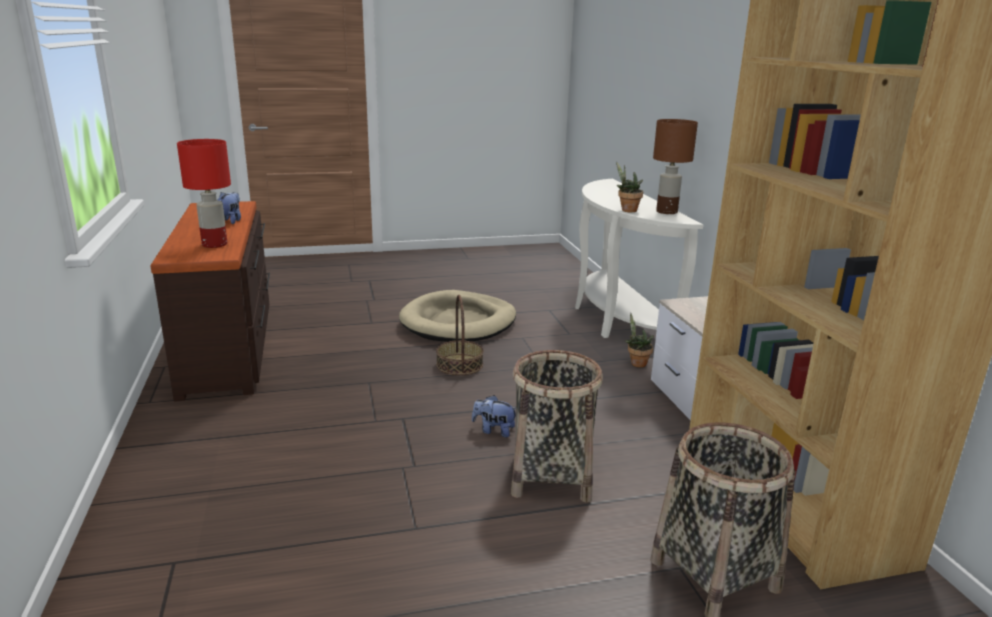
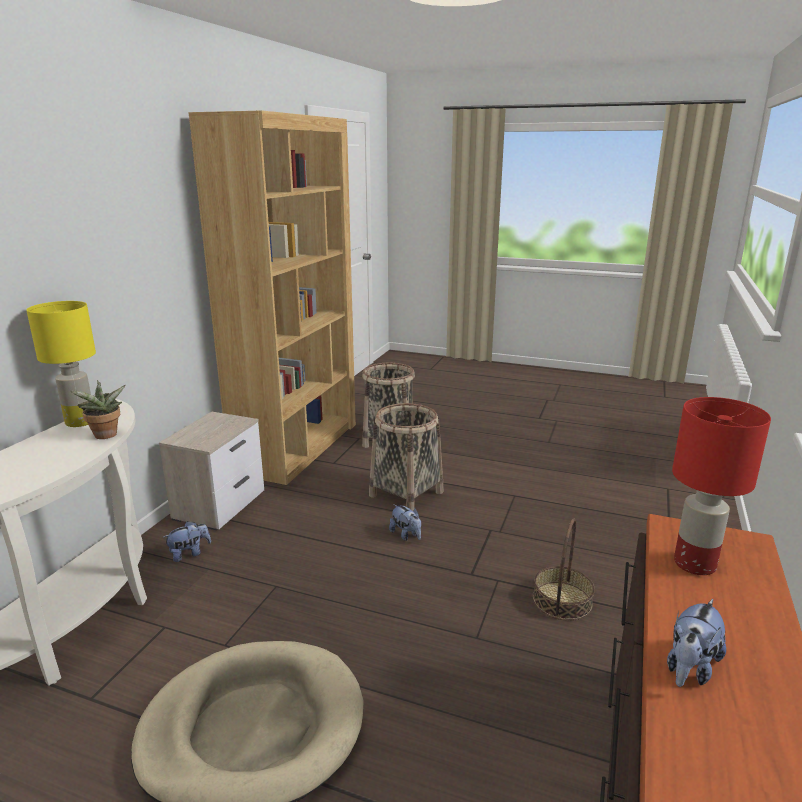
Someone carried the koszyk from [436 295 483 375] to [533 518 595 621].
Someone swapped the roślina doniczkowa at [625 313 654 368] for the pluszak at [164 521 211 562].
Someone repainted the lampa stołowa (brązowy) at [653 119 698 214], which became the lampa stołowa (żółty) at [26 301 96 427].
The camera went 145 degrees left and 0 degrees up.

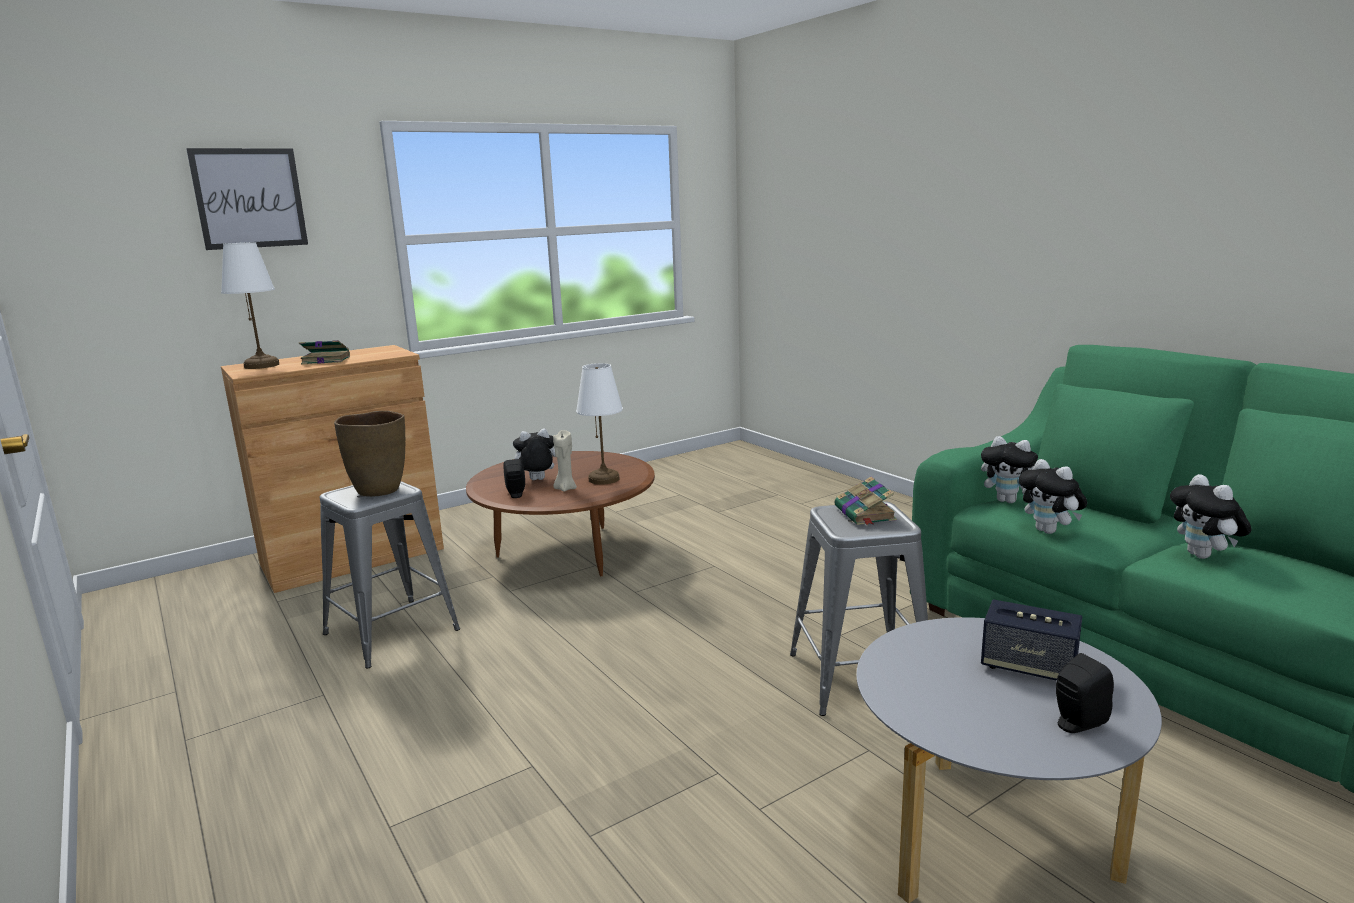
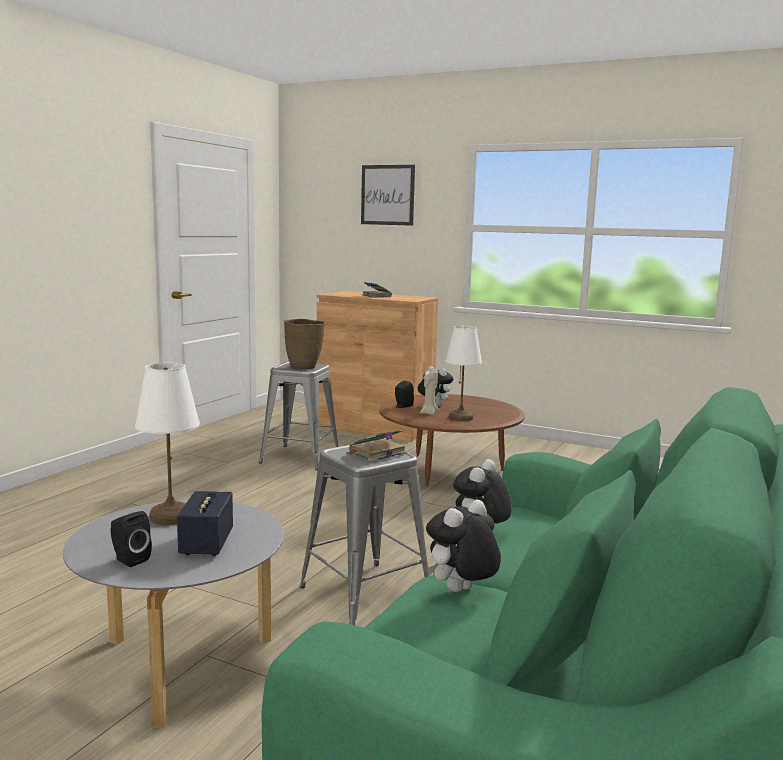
Someone carried the lampa stołowa (biały) from [221 242 279 369] to [135 363 200 525].
Someone took away the pluszak at [981 436 1038 503].
The camera went 60 degrees right and 5 degrees down.

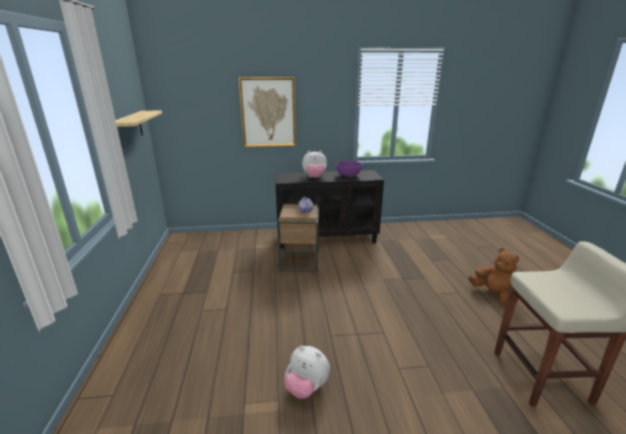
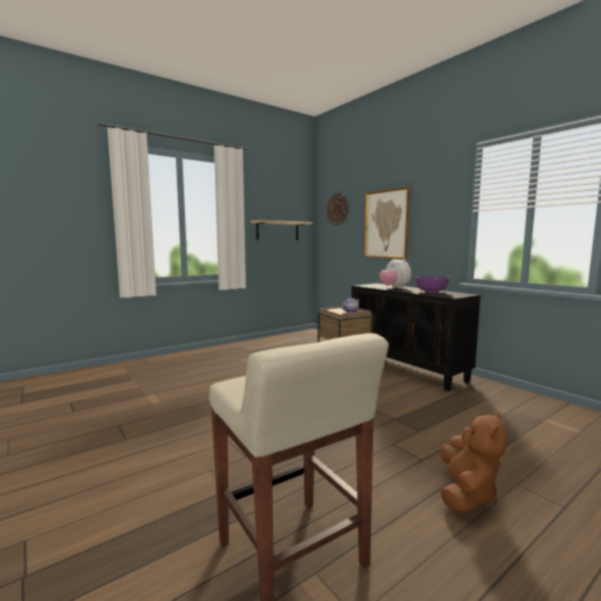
Someone took away the pluszak at [284 346 330 399].
Someone put up the zegar ścienny at [327 193 348 225].
The camera went 60 degrees right and 15 degrees down.

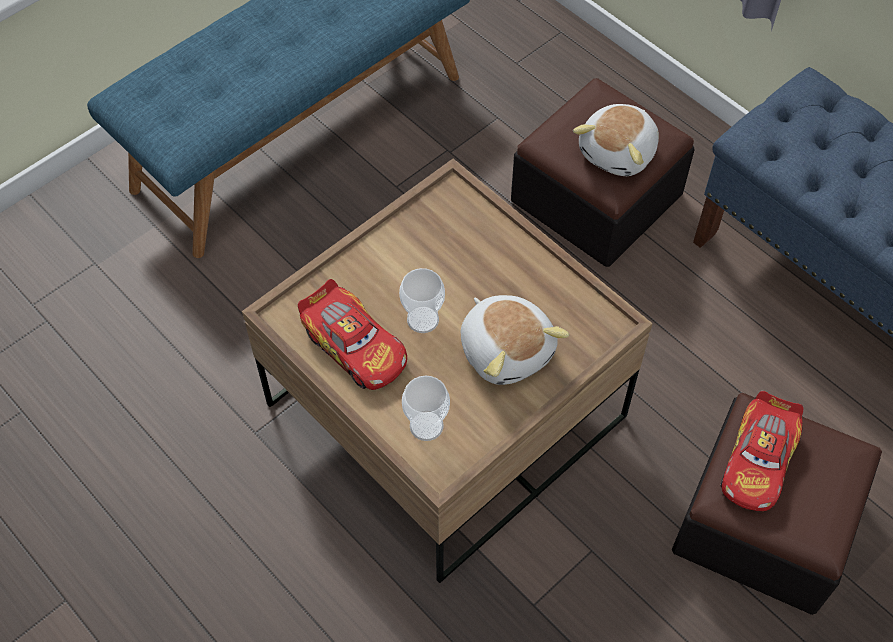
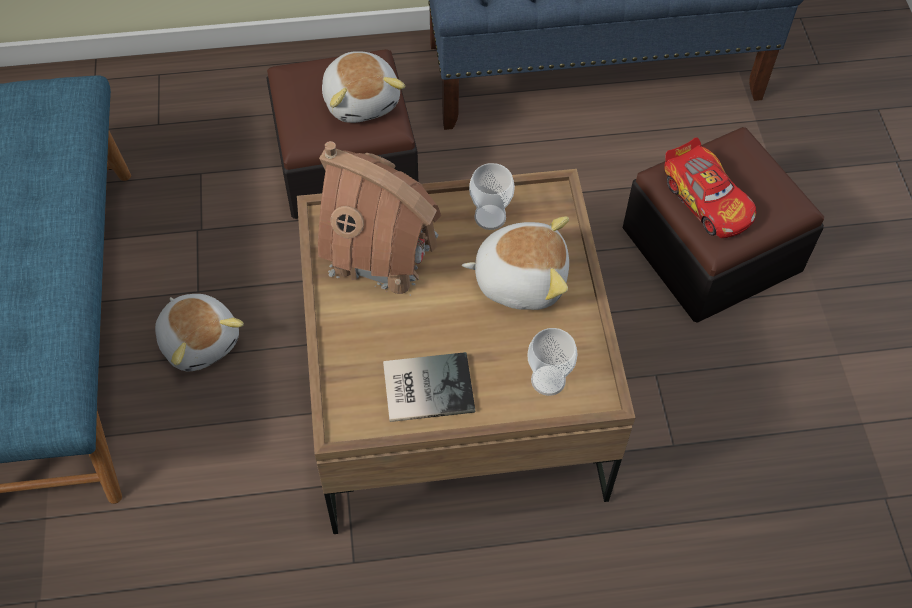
Someone swapped the samochodzik at [298 279 407 390] for the książka at [383 352 475 422].
Someone carried the filiżanka from [399 268 445 333] to [469 163 515 230].
Someone put down the pluszak at [155 294 244 371].
Someone put down the domek at [318 141 441 296].
The camera went 55 degrees left and 0 degrees up.

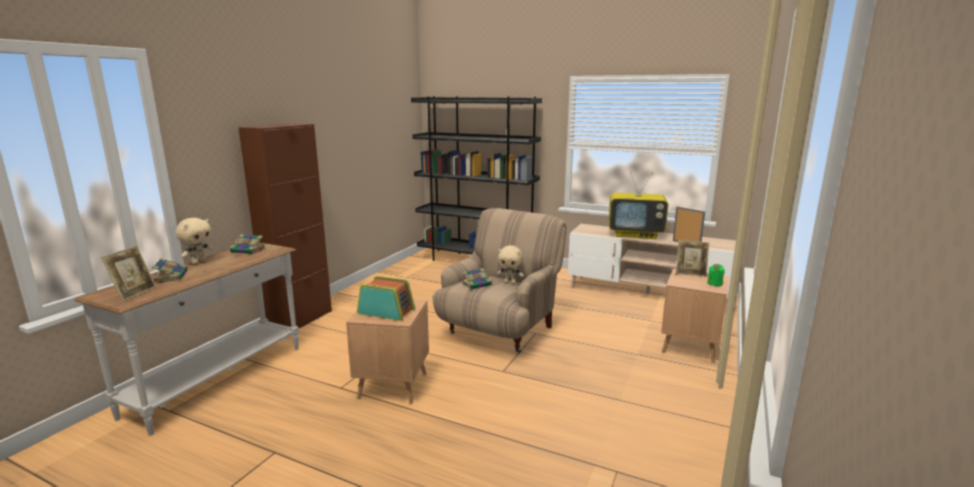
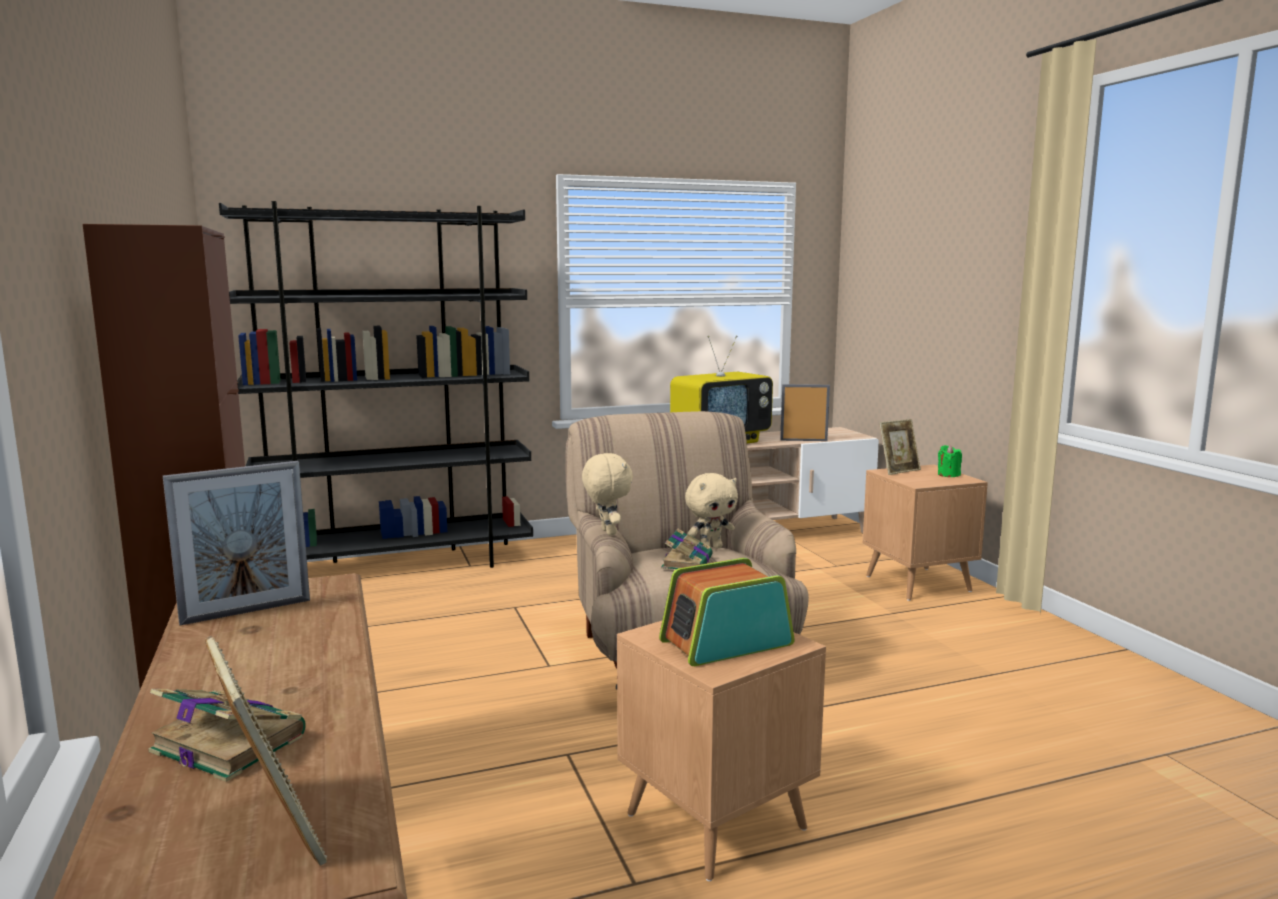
Someone carried the pluszak (beżowy) from [176 218 213 264] to [582 453 633 535].
Someone swapped the książka at [230 234 266 254] for the ramka na zdjęcie at [163 461 310 625].
The camera went 45 degrees left and 5 degrees down.

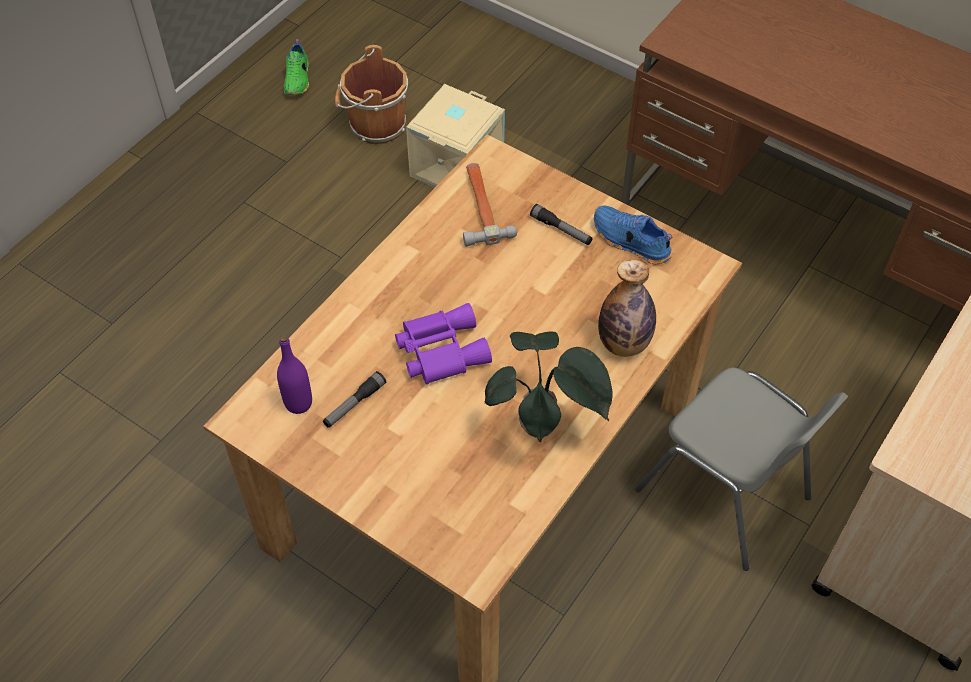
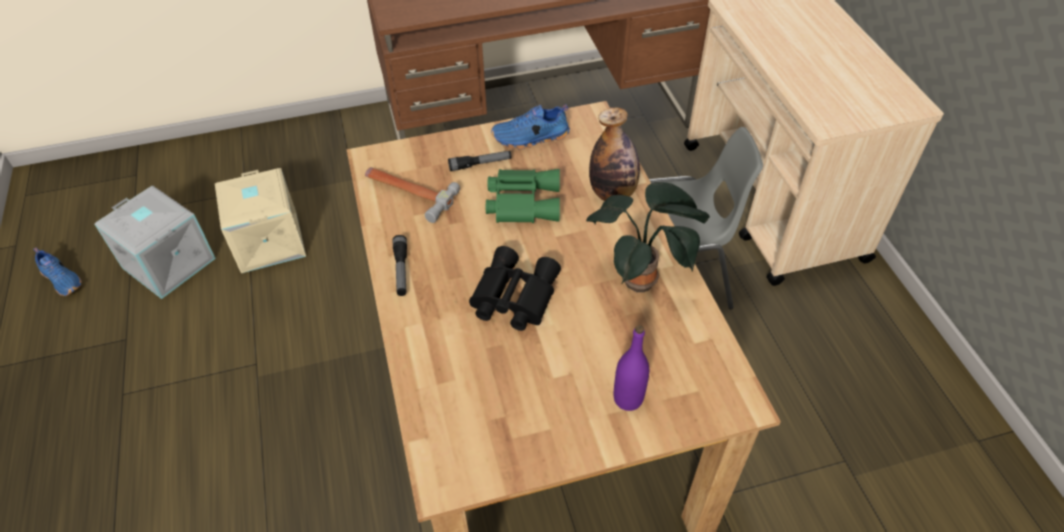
Someone carried the butelka (fioletowy) from [277 335 312 414] to [614 325 649 411].
Someone repainted the but (zielony) at [284 39 309 95], which became the but (niebieski) at [34 247 82 296].
Someone carried the latarka from [323 371 386 428] to [393 235 407 296].
Someone swapped the wiadro (brązowy) at [335 45 408 144] for the pojemnik do przechowywania (szary) at [95 186 216 299].
Someone repainted the lornetka (fioletowy) at [395 303 492 385], which became the lornetka (czarny) at [469 246 561 331].
Someone put down the lornetka (zielony) at [486 169 560 223].
The camera went 50 degrees left and 5 degrees down.

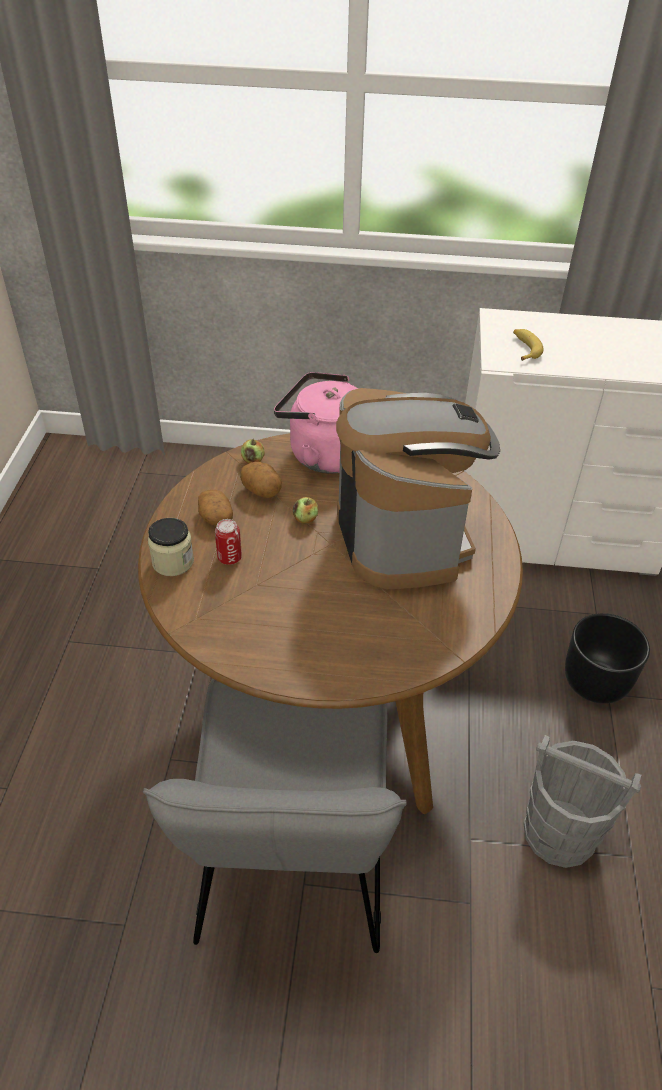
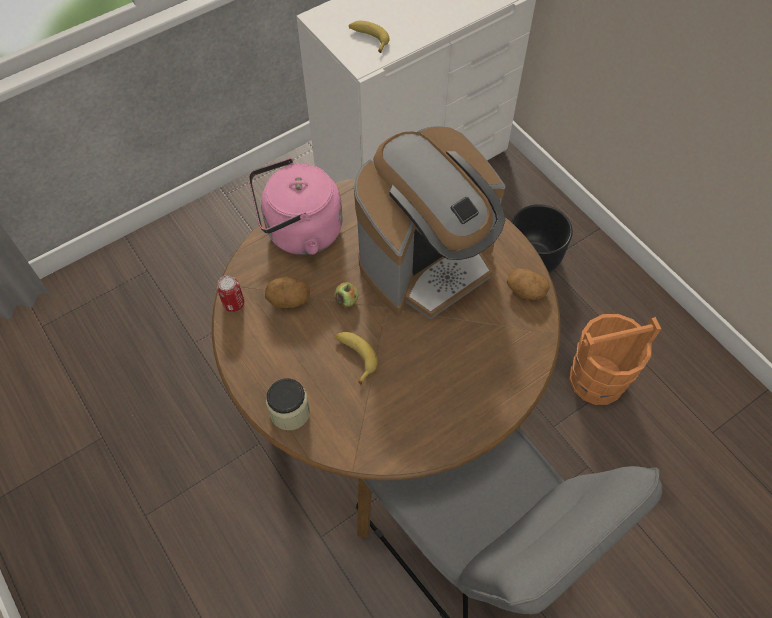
Someone carried the ziemniak from [198 490 233 525] to [507 268 550 300].
Someone carried the puszka from [215 519 242 565] to [217 275 244 312].
Someone took away the jabłko at [241 439 265 464].
Someone rotated the ekspres do kawy at [336 388 500 589] by 105 degrees clockwise.
Someone repainted the wiadro (szary) at [524 735 641 868], which became the wiadro (pomarańczowy) at [569 314 661 405].
Someone put down the banan at [335 332 378 385].
The camera went 40 degrees left and 15 degrees up.

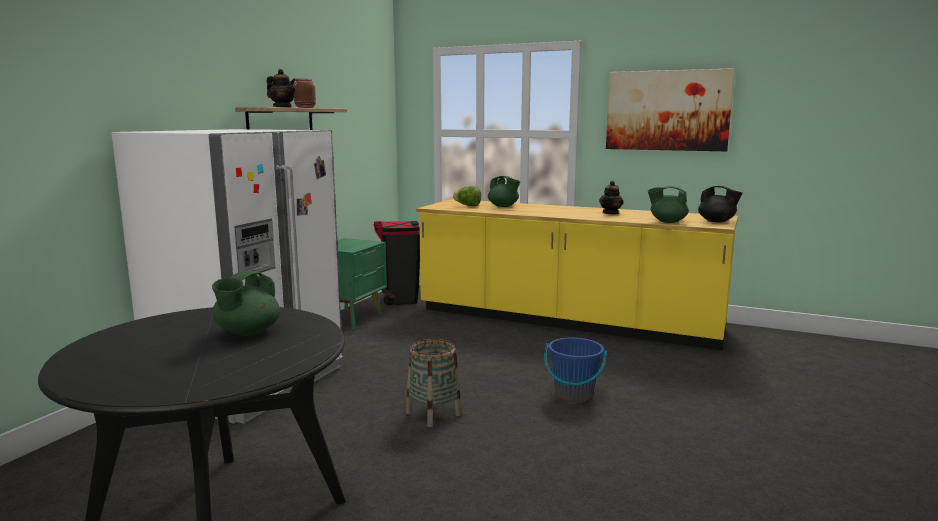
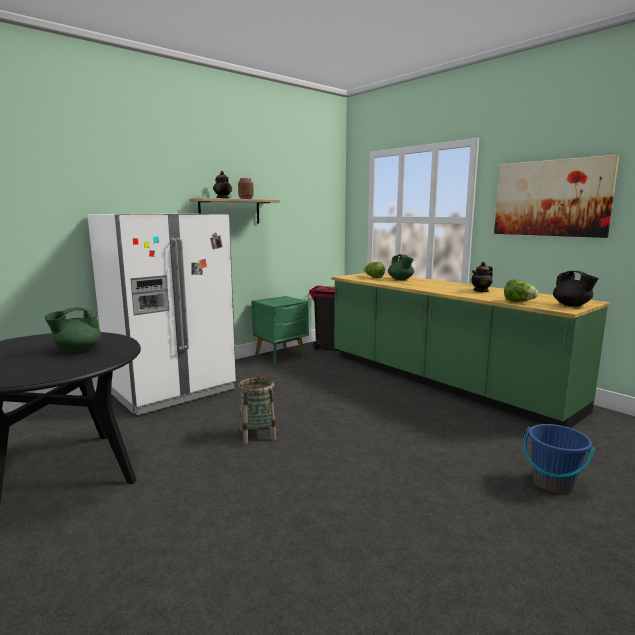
Someone repainted the zabudowa kuchenna (żółty) at [416 199 738 350], which became the zabudowa kuchenna (zielony) at [332 273 610 428].
Someone carried the wiadro (niebieski) from [544 337 607 402] to [523 424 595 494].
Someone swapped the imbryk (zielony) at [648 186 689 223] for the sałata at [504 279 538 302].
The camera went 25 degrees right and 0 degrees up.

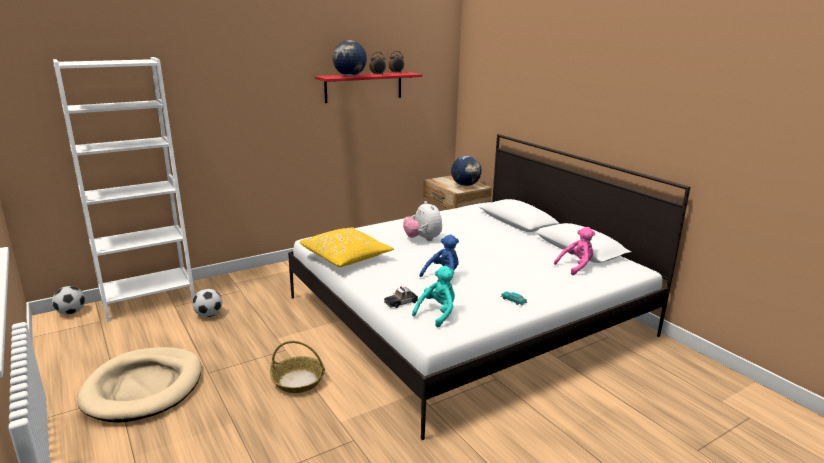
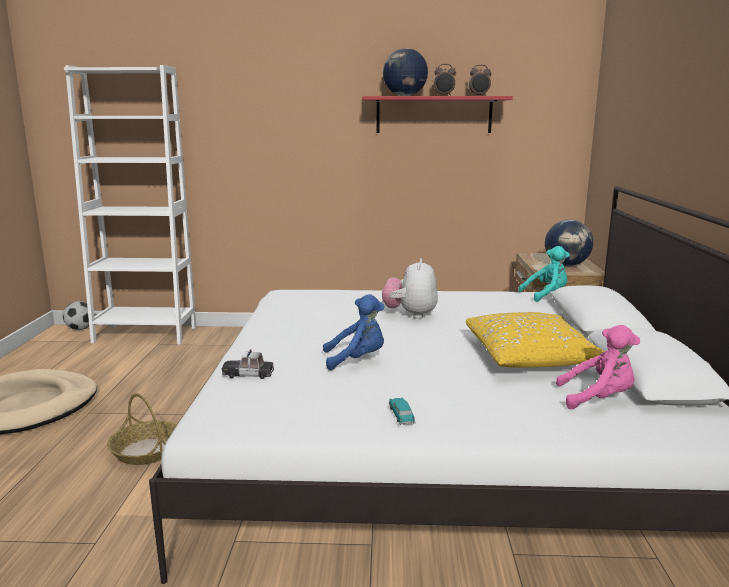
Someone took away the piłka futbolowa at [192 289 222 317].
Someone carried the poduszka (żółty) from [300 227 394 267] to [466 312 605 368].
Someone carried the pluszak (turkusowy) from [412 266 455 327] to [518 246 570 302].
The camera went 35 degrees right and 5 degrees down.

